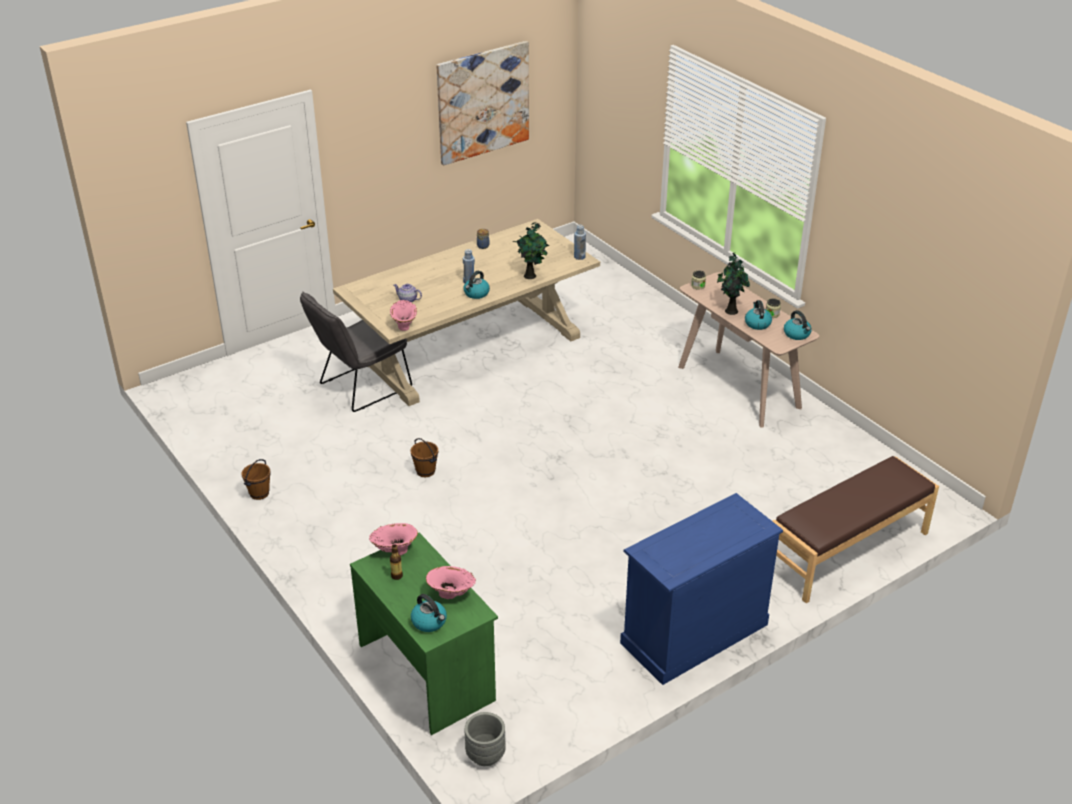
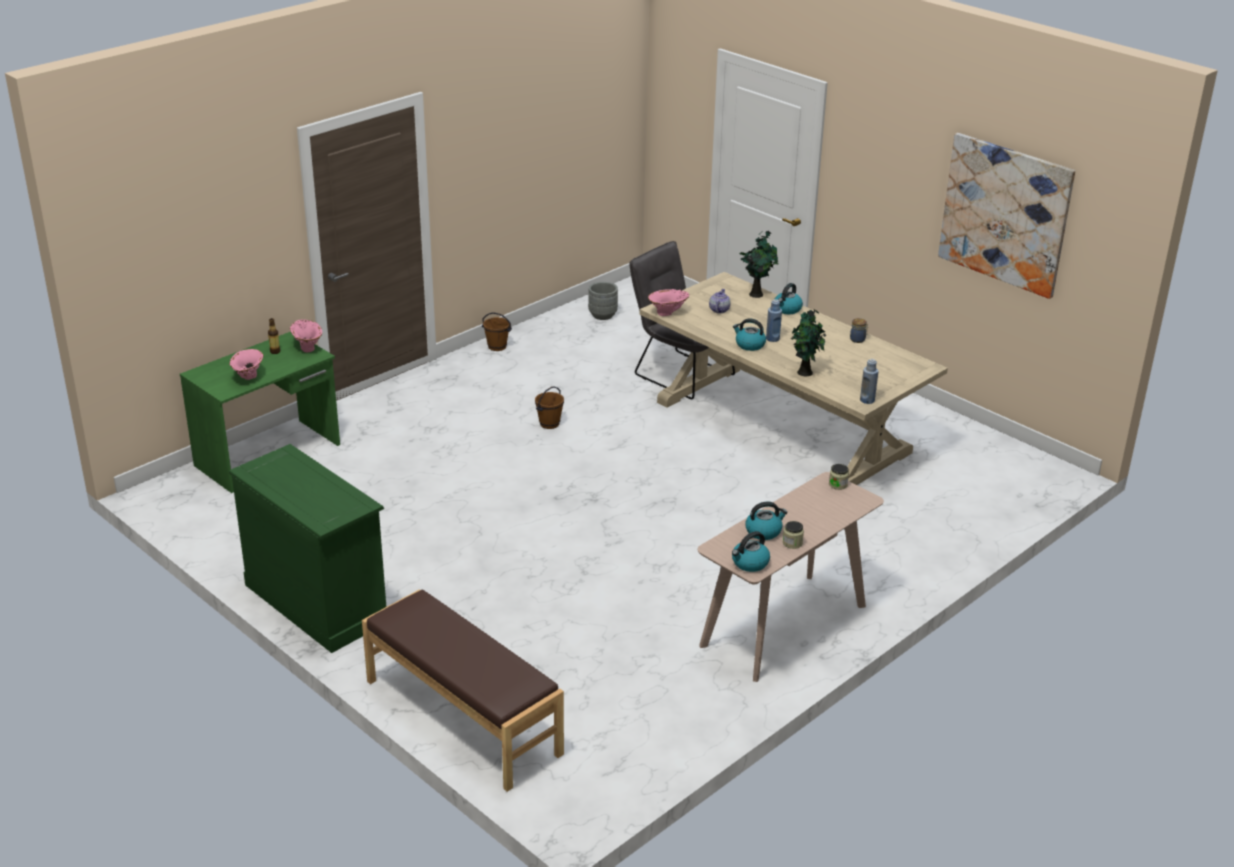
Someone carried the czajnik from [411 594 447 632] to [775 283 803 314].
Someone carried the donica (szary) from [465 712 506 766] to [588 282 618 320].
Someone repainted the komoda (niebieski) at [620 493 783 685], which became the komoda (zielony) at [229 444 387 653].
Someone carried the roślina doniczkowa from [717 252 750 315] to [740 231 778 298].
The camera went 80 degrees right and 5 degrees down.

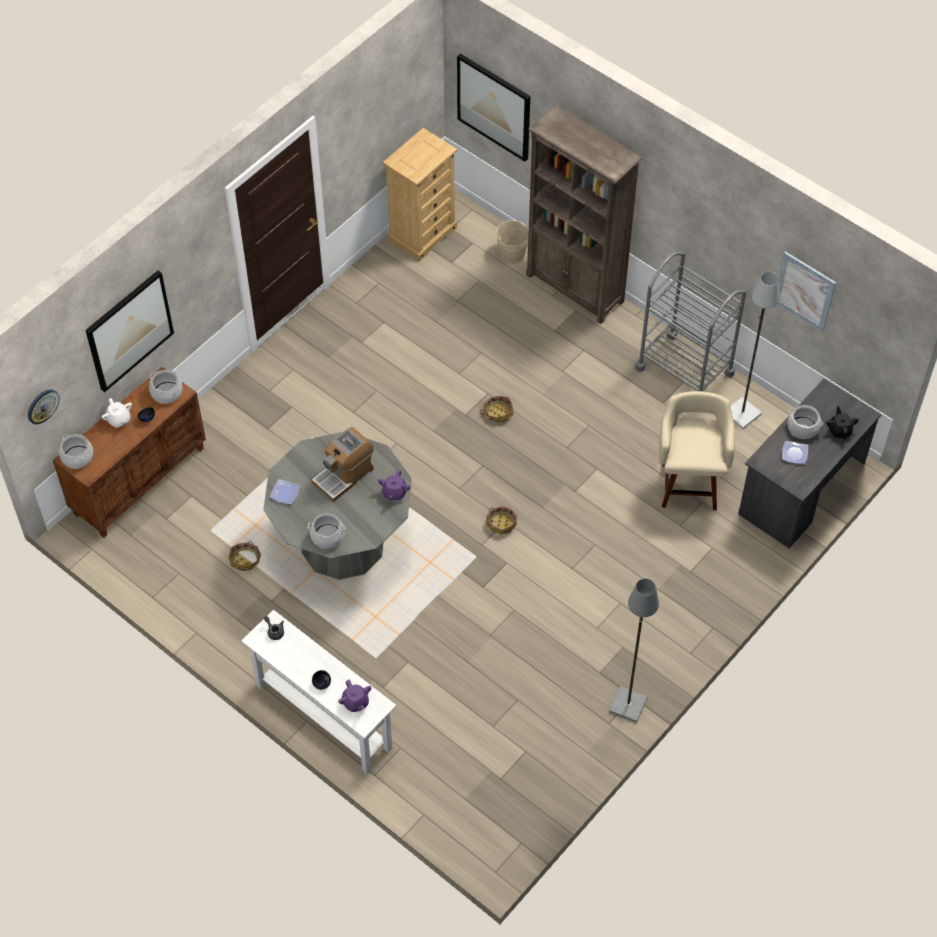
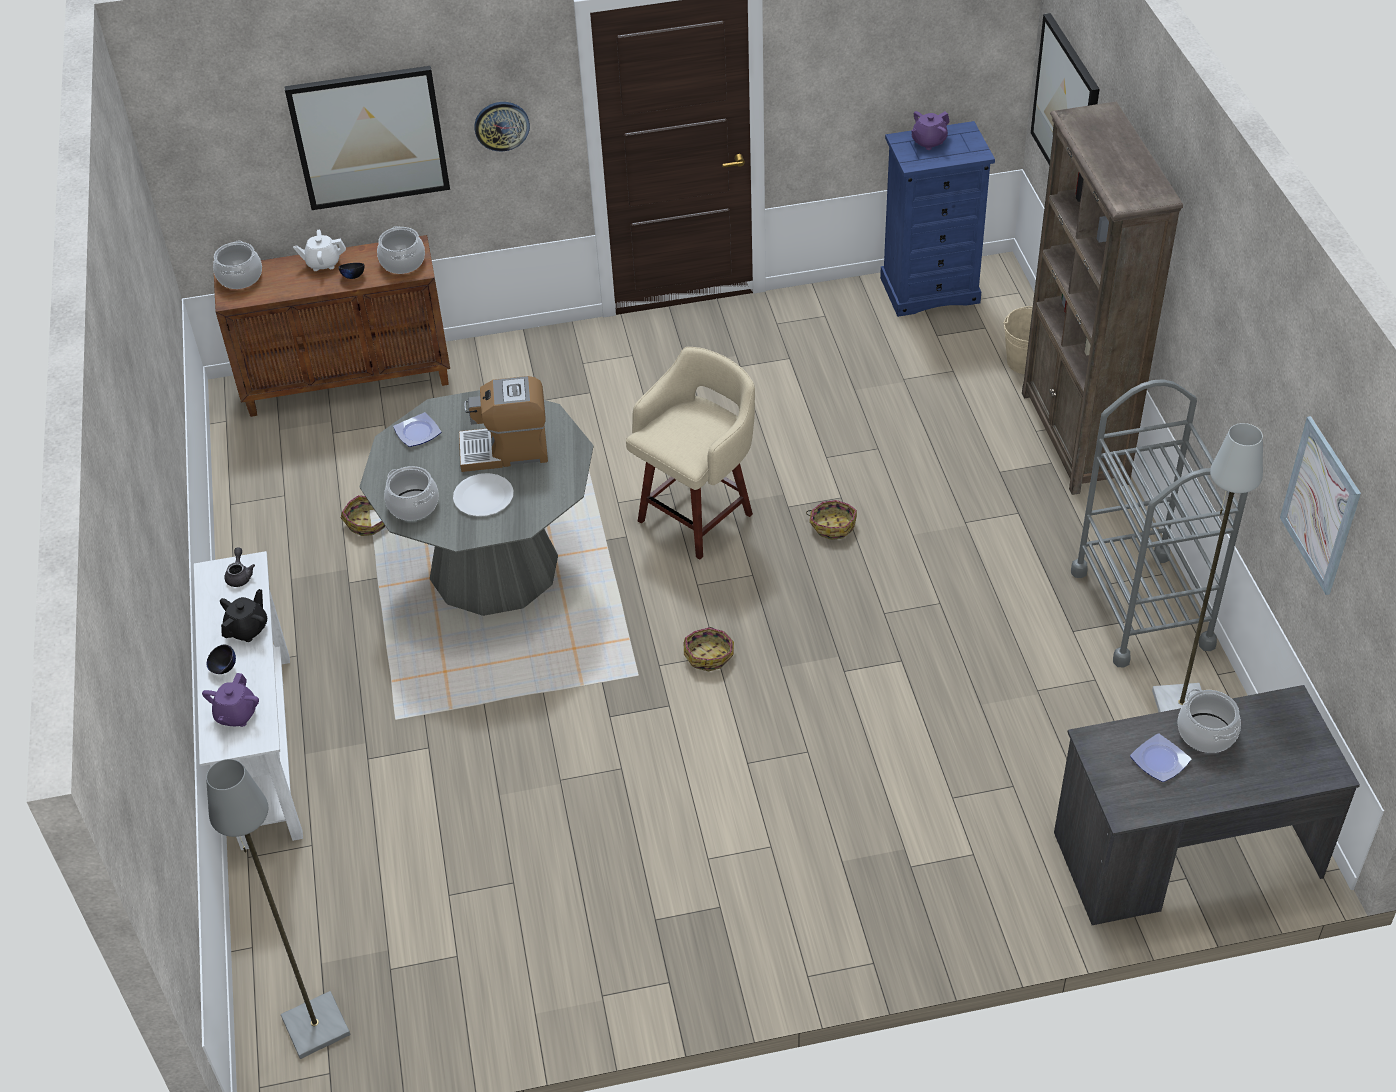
Someone carried the zegar ścienny from [28 389 60 424] to [474 102 530 151].
Someone rotated the imbryk (biały) at [102 398 132 428] by 75 degrees clockwise.
Someone carried the imbryk (fioletowy) from [378 470 411 500] to [911 111 950 150].
Someone repainted the komoda (beżowy) at [383 128 457 262], which became the komoda (niebieski) at [880 121 995 317].
Someone carried the lampa stojąca (szary) from [609 578 659 723] to [206 759 350 1059].
Someone carried the stołek (beżowy) from [659 391 735 510] to [626 347 755 559].
Someone carried the imbryk (czarny) from [826 406 859 439] to [220 589 267 642].
Someone put down the talerz (biały) at [453 473 514 517].
The camera went 40 degrees right and 10 degrees down.

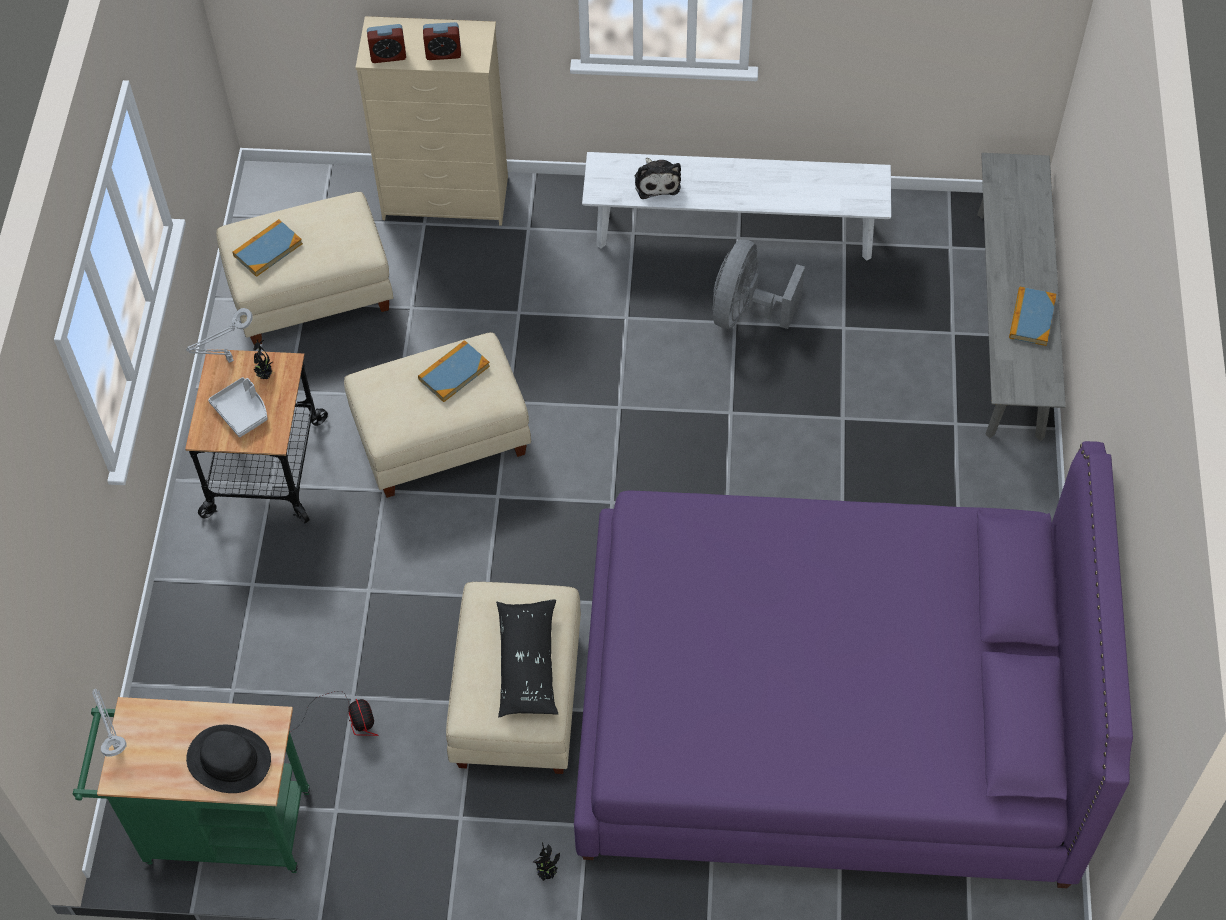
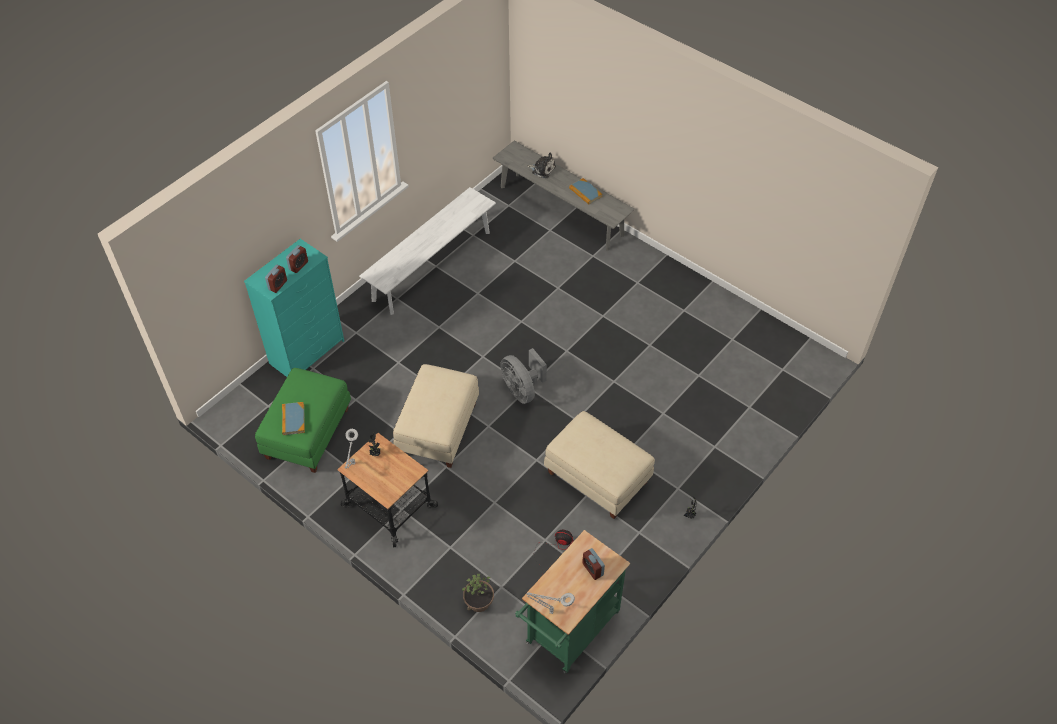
Someone swapped the kapelusz (czarny) at [186 725 271 793] for the budzik at [582 548 605 580].
Someone took away the taca (szary) at [208 377 268 437].
Someone repainted the pufa (beżowy) at [216 192 393 345], which became the pufa (zielony) at [255 368 351 473].
Someone repainted the komoda (beżowy) at [355 16 508 226], which became the komoda (turkusowy) at [244 239 344 377].
Someone took away the książka at [418 340 490 402].
Someone took away the poduszka (czarny) at [496 599 558 717].
Someone took away the łóżko (fioletowy) at [574 441 1133 888].
Someone carried the pluszak from [635 158 681 199] to [527 153 556 178].
Someone carried the wentylator (szary) from [713 239 805 329] to [500 348 547 404].
Someone put down the roślina doniczkowa at [462 574 494 612].
The camera went 55 degrees left and 5 degrees down.

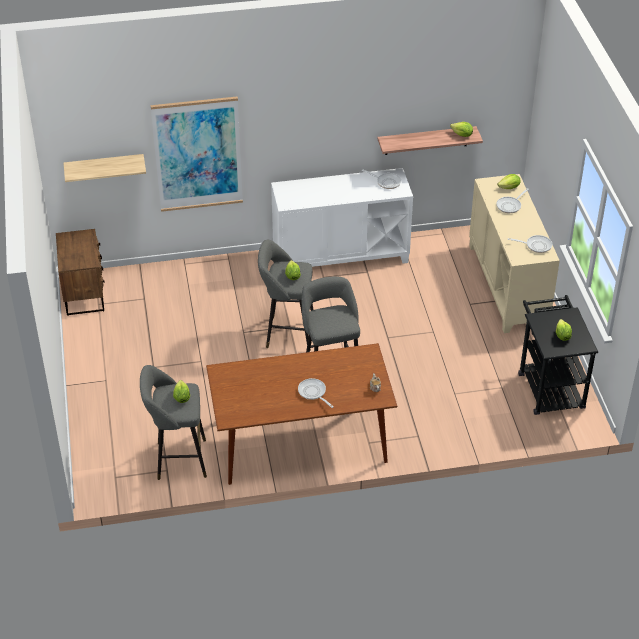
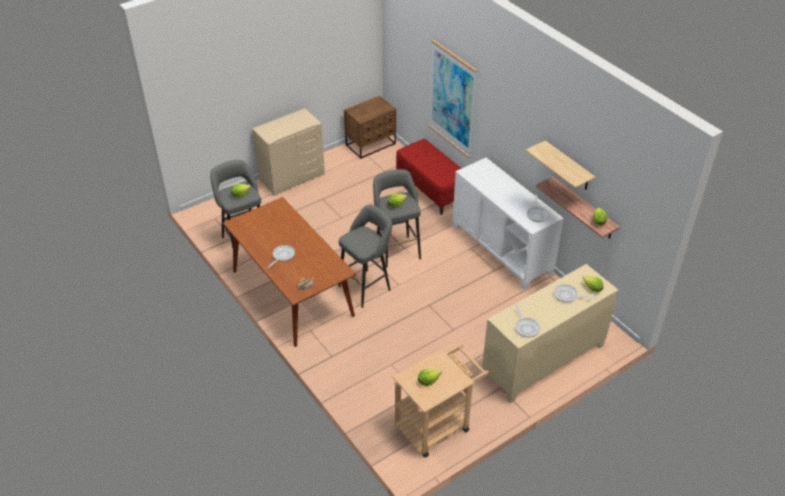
Someone carried the półka from [63 154 146 182] to [525 140 596 190].
Someone repainted the wózek (czarny) at [518 295 598 415], which became the wózek (beżowy) at [393 344 489 457].
Someone put down the komoda (beżowy) at [252 108 325 196].
Someone put down the ławka (czerwony) at [396 139 462 215].
The camera went 65 degrees right and 0 degrees up.

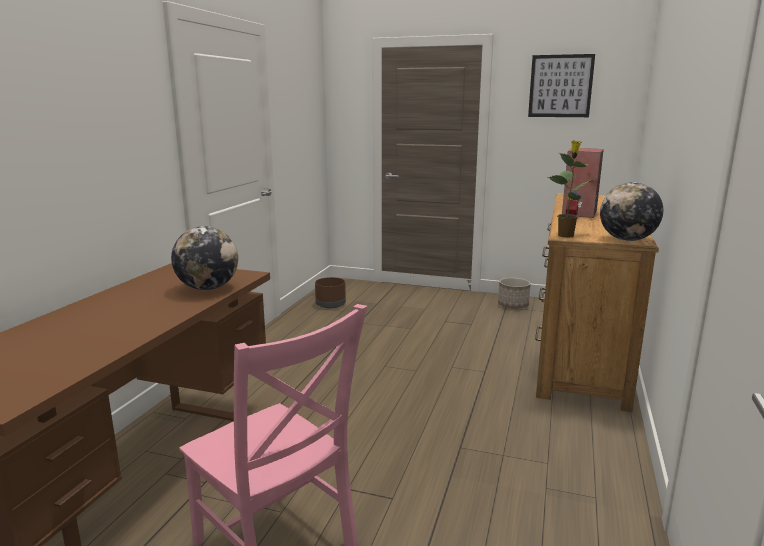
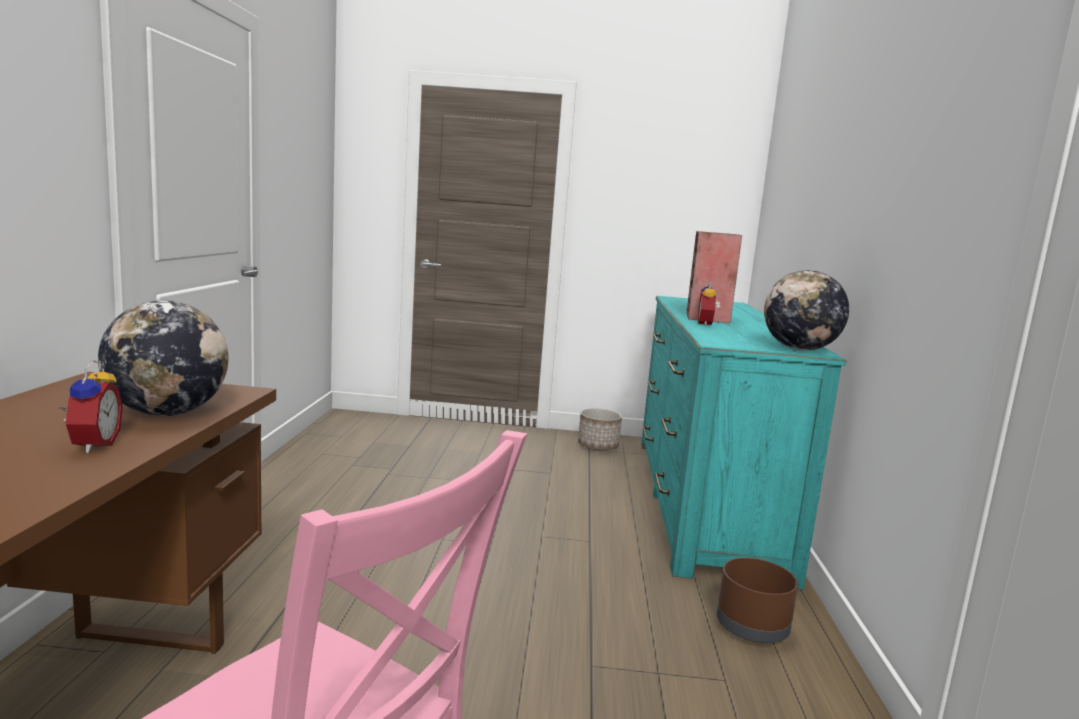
Someone carried the donica (brązowy) from [315 277 346 308] to [717 558 798 643].
Someone took away the obraz at [528 54 595 117].
Someone repainted the komoda (brązowy) at [535 193 659 412], which became the komoda (turkusowy) at [641 296 846 590].
Someone took away the roślina doniczkowa at [547 140 596 238].
Someone put down the budzik at [59 360 123 453].
The camera went 15 degrees left and 5 degrees down.

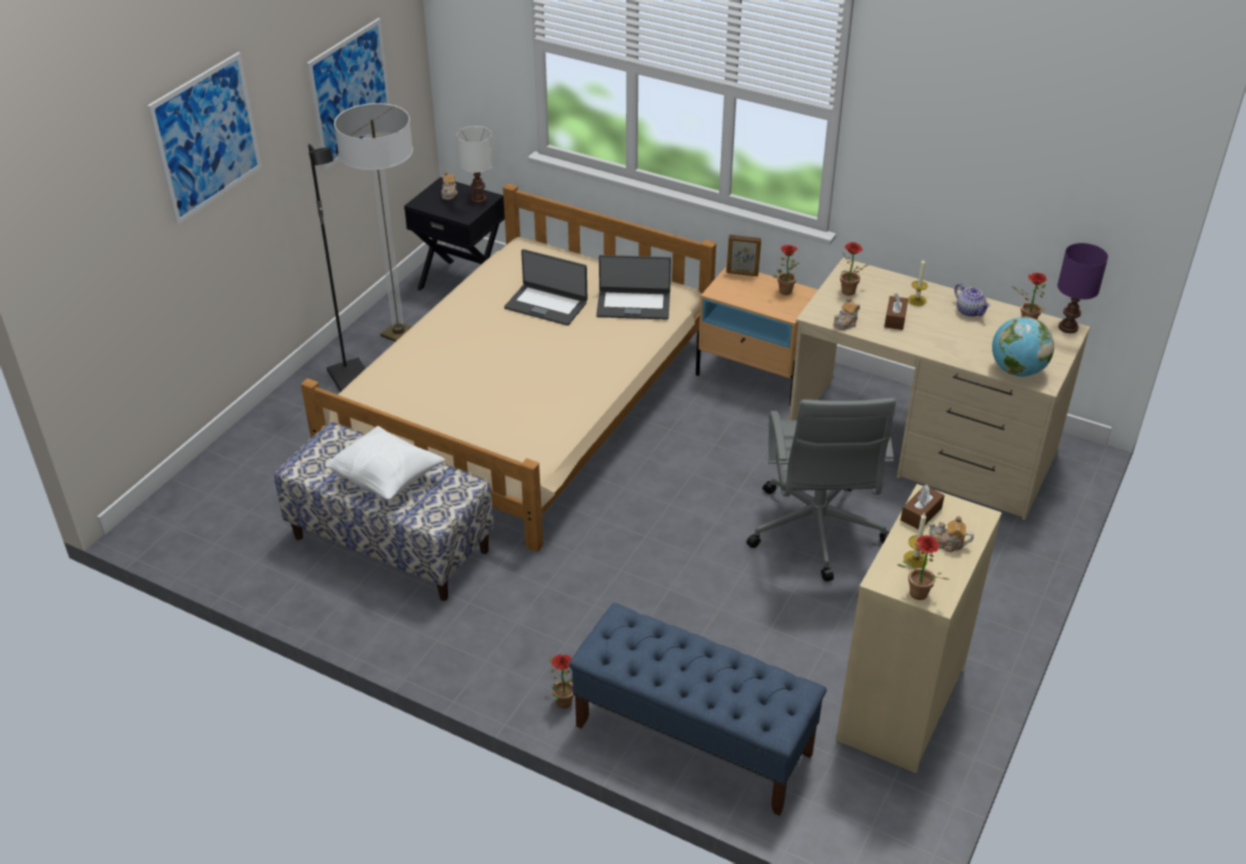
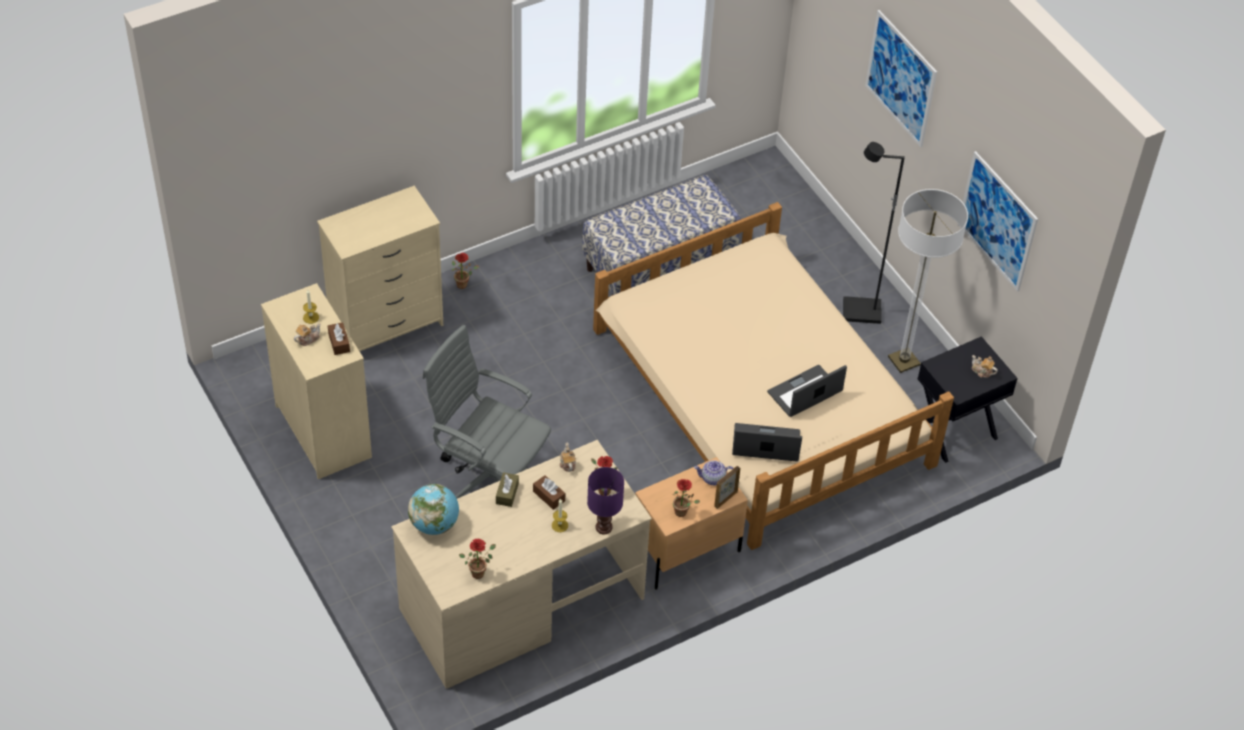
Someone took away the poduszka (biały) at [325 426 445 500].
Someone took away the lampa stołowa (biały) at [457 126 493 204].
Someone swapped the ławka (niebieski) at [569 603 827 816] for the komoda (beżowy) at [317 186 443 351].
Someone rotated the laptop at [596 255 671 320] by 60 degrees clockwise.
Someone took away the roślina doniczkowa at [897 535 950 600].
Someone carried the imbryk from [954 284 991 317] to [694 460 734 485].
Someone carried the lampa stołowa (fioletowy) from [1057 243 1108 333] to [587 467 624 534].
Someone put down the pudełko chusteczek (brązowy) at [496 472 519 507].
The camera went 120 degrees right and 10 degrees up.

